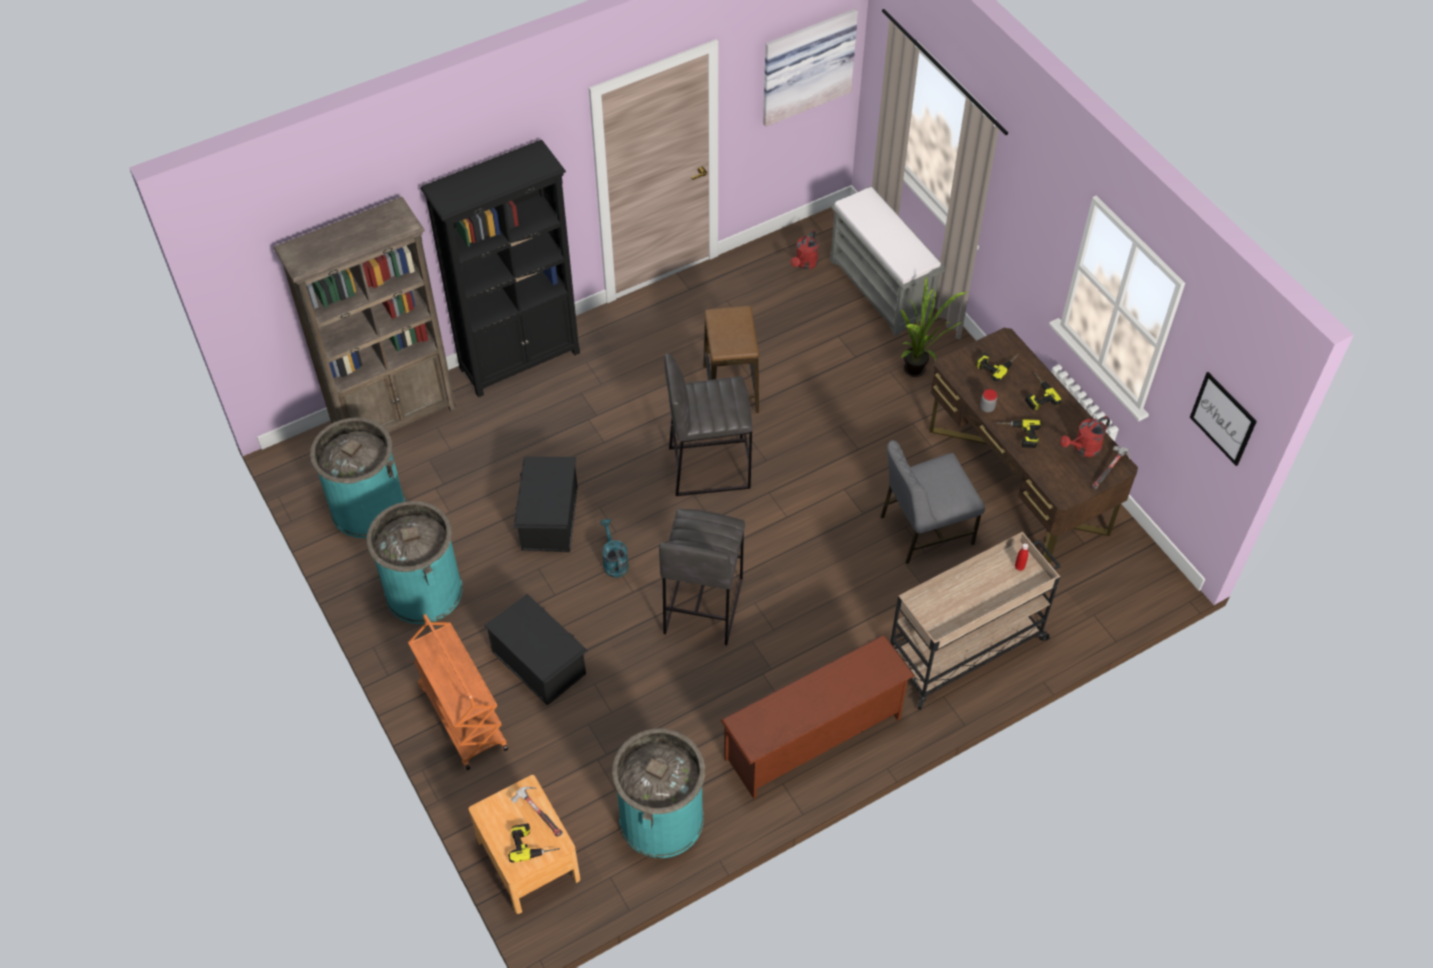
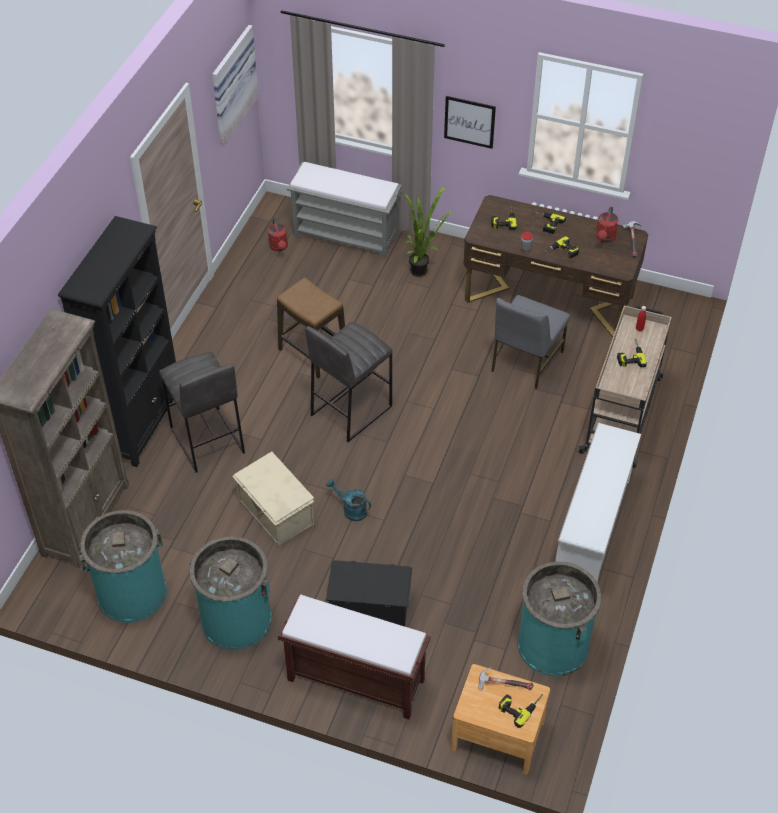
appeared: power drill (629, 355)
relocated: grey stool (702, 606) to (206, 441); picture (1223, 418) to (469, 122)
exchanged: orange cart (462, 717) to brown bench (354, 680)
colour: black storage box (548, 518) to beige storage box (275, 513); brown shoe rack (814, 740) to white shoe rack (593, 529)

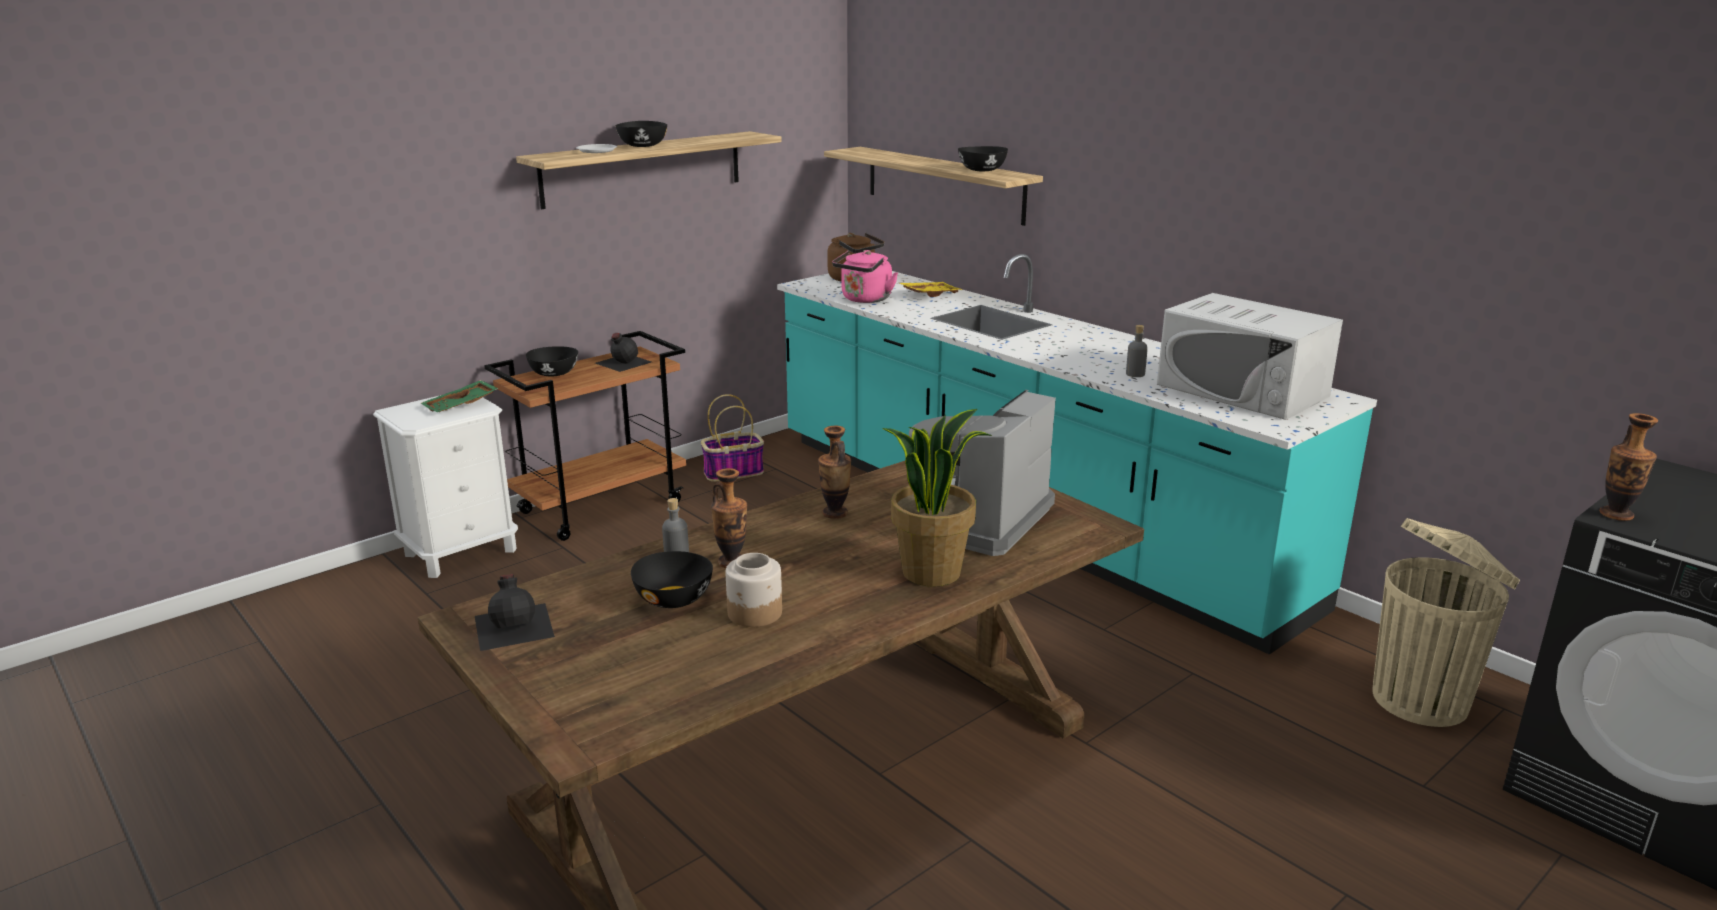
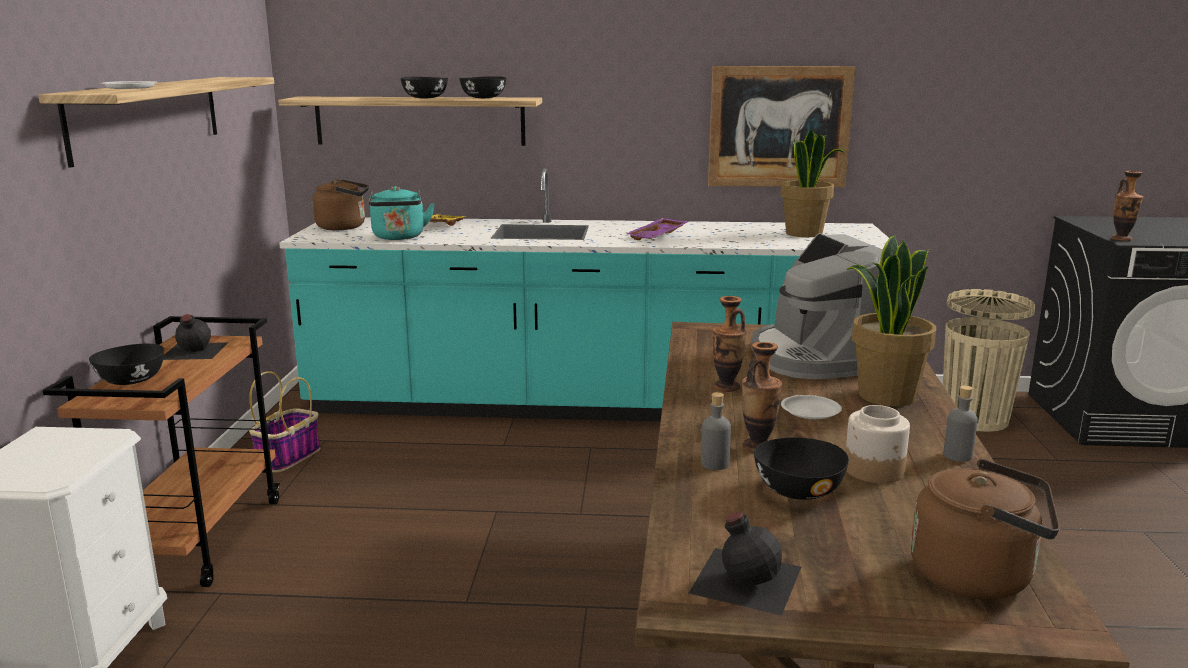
missing: green tray (461, 406)
appeared: purple tray (658, 237); picture (779, 127); white plate (810, 411); brown kettle (978, 577)
relocated: black bowl (642, 146) to (424, 98); grey bottle (1135, 374) to (957, 456)
exchanged: white microwave (1242, 390) to potted plant (804, 233)
colour: pink kettle (865, 300) to turquoise kettle (399, 237)

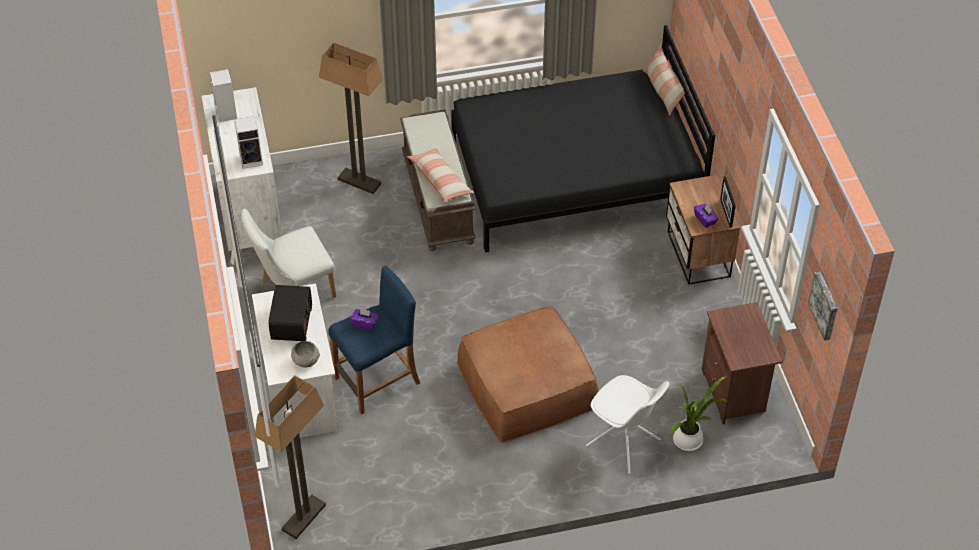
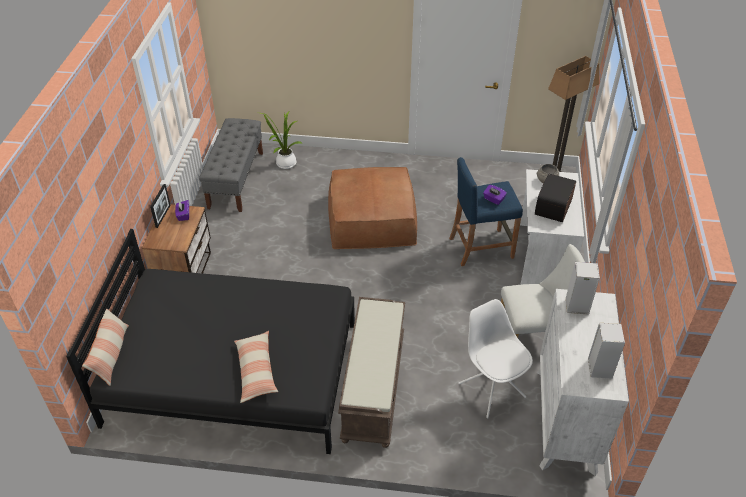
missing: floor lamp (359, 182); picture (825, 305)
relocated: pillow (440, 180) to (256, 371); white chair (624, 444) to (491, 389)
exchanged: brown nightstand (734, 392) to grey bench (236, 179)

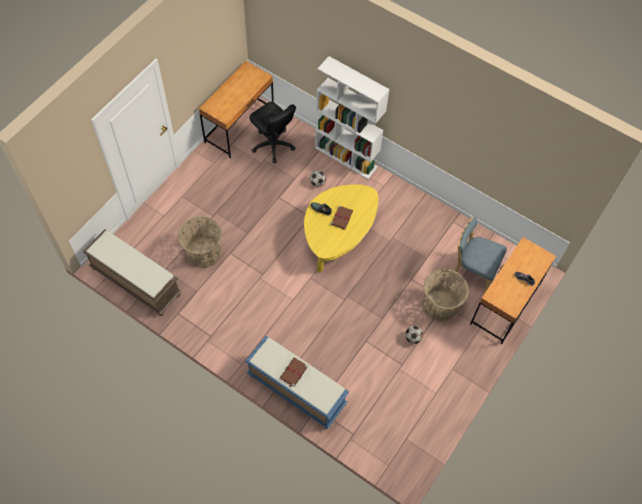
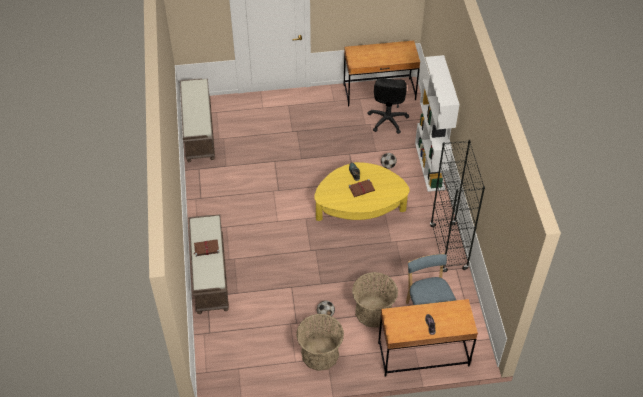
appeared: black bookcase (448, 247)
relocated: basket (203, 252) to (320, 354)
colour: blue bench (295, 390) to brown bench (209, 274)

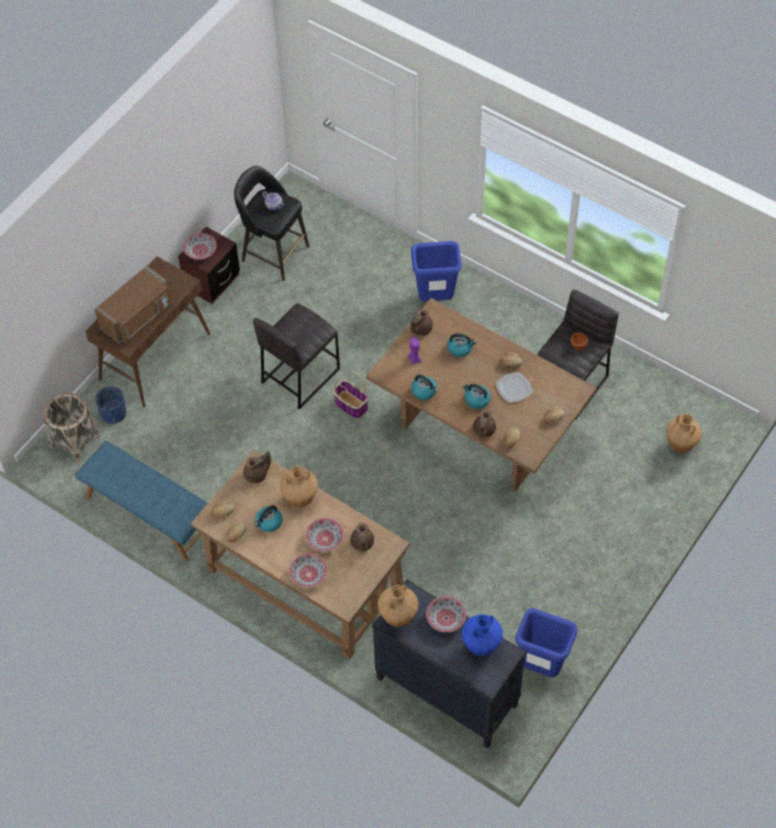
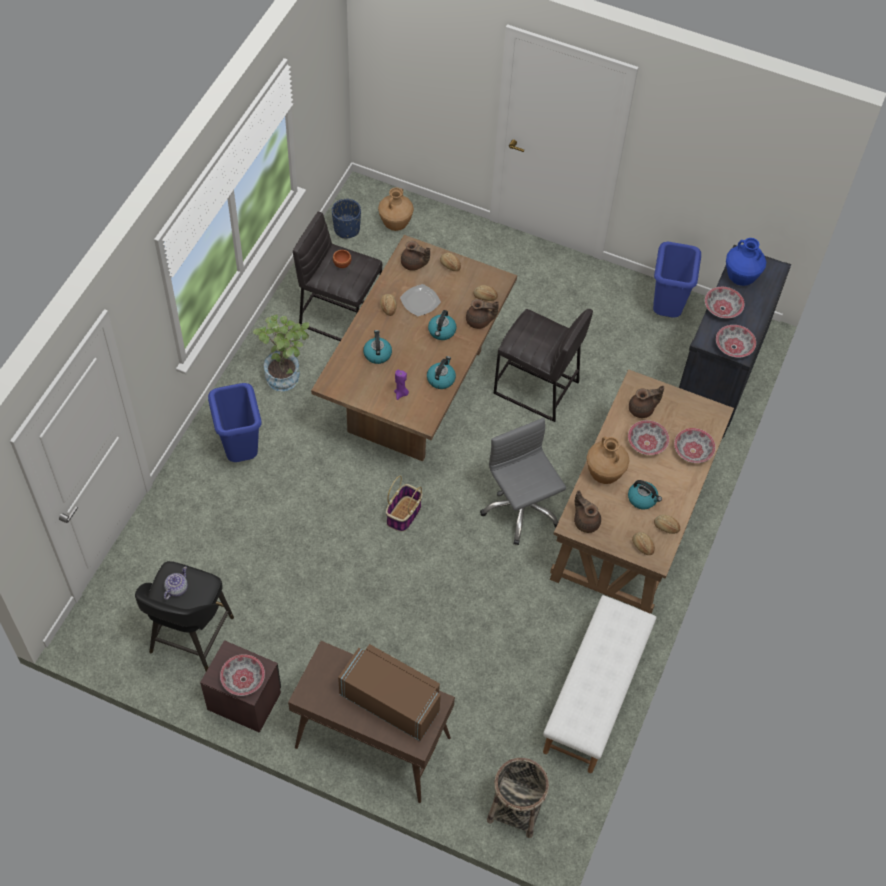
appeared: potted plant (286, 374); grey office chair (521, 509)
relocated: blue planter (114, 413) to (346, 229); brown teapot (420, 329) to (414, 264); grey stool (299, 376) to (536, 388)
exchanged: brown vase (398, 617) to bowl (734, 347)
colour: blue bench (148, 514) to white bench (595, 696)

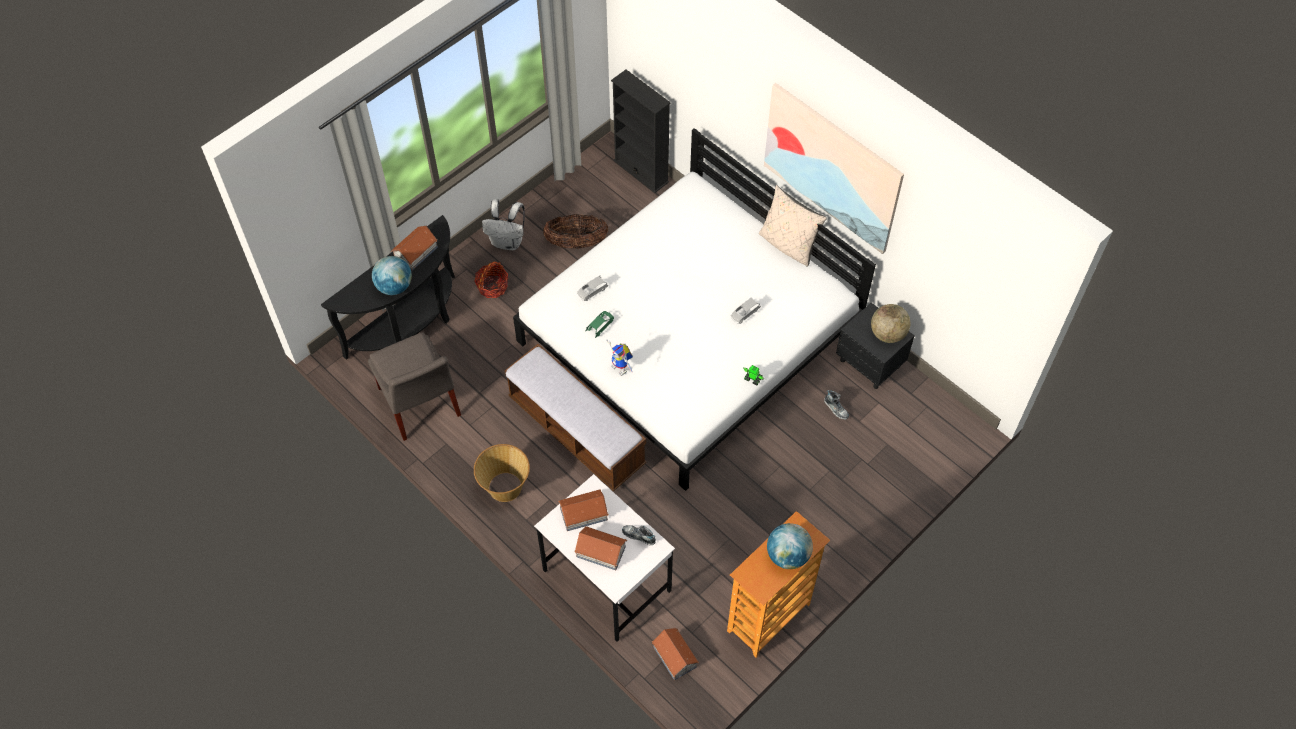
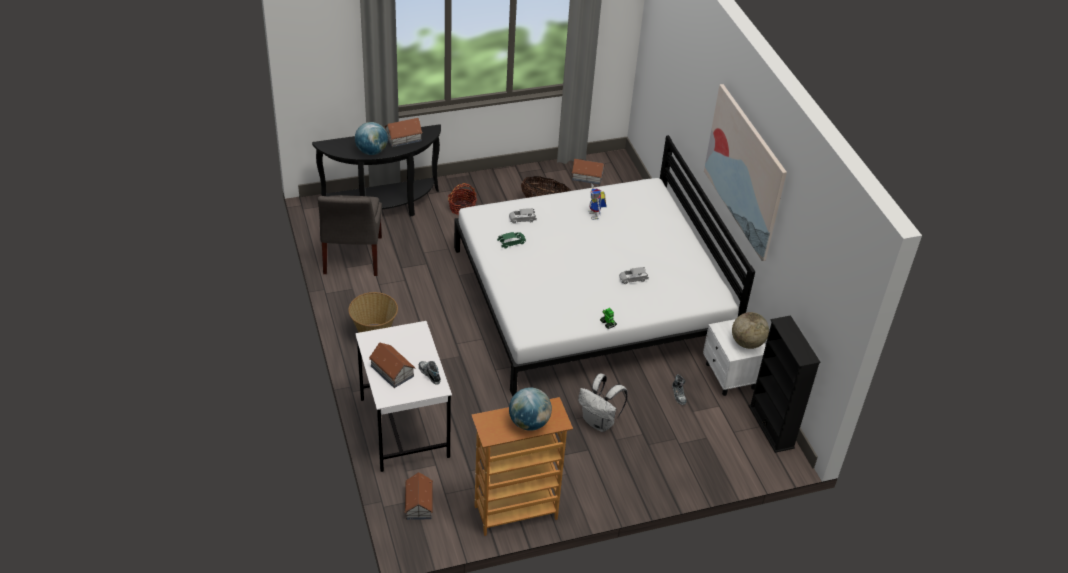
missing: bench (576, 432); beige pillow (788, 245)
relocated: toy house (583, 513) to (587, 176); white backpack (508, 242) to (599, 422); toy robot (622, 368) to (596, 215); black bookcase (641, 171) to (771, 427)
colour: black nightstand (870, 364) to white nightstand (730, 376)

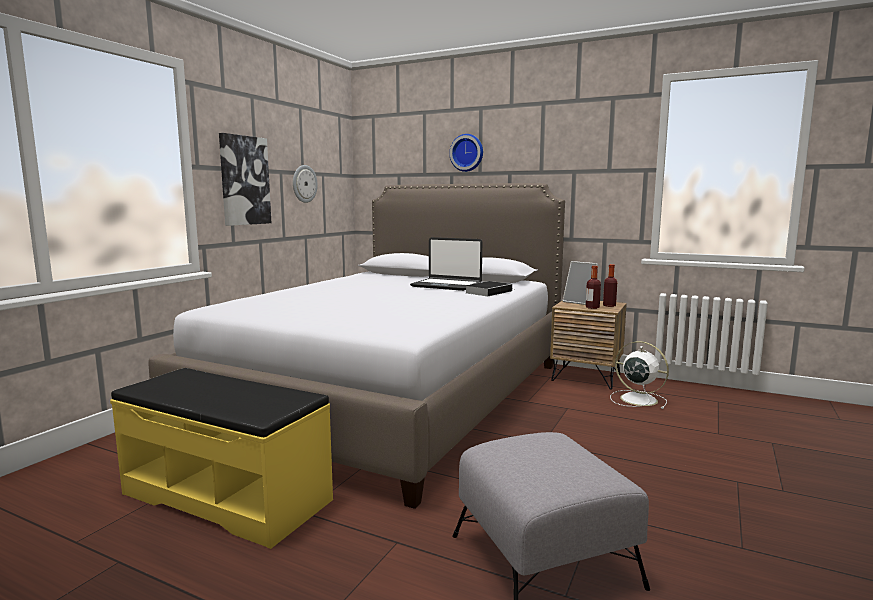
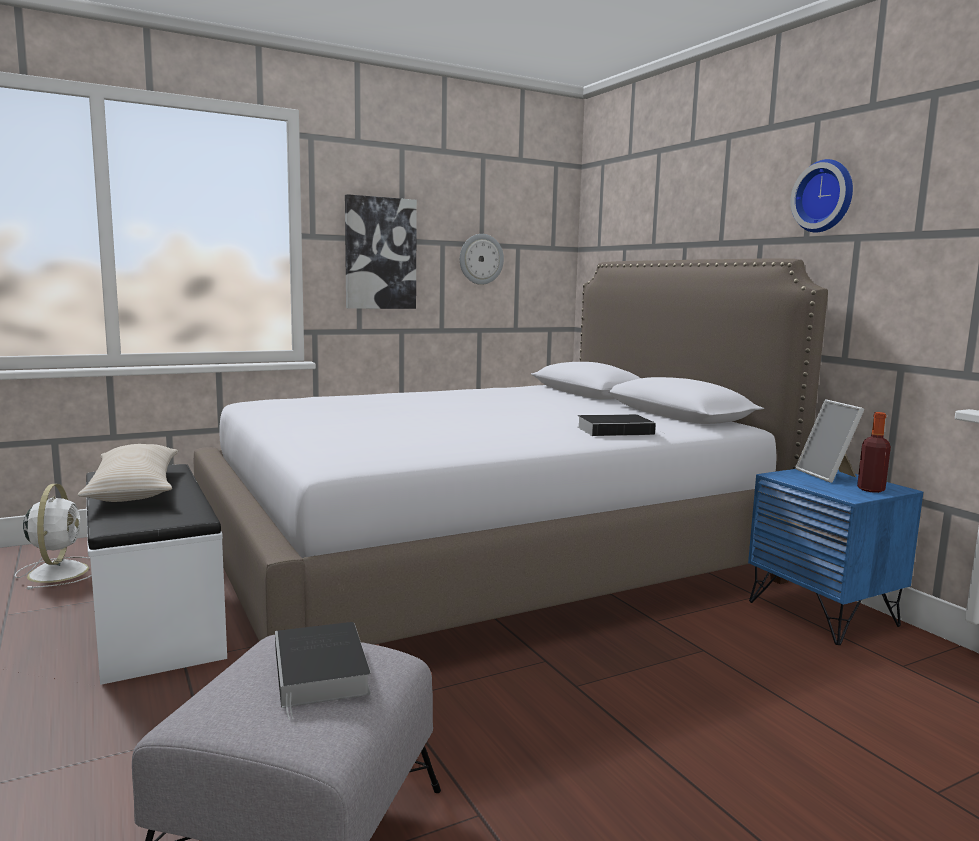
missing: laptop (446, 285); bottle (592, 307)
appeared: beige pillow (134, 489); book (322, 673)
relocated: white fan (637, 399) to (59, 571); wall clock (467, 153) to (825, 196)
colour: yellow bench (227, 496) to white bench (156, 617); brown nightstand (586, 377) to blue nightstand (823, 613)

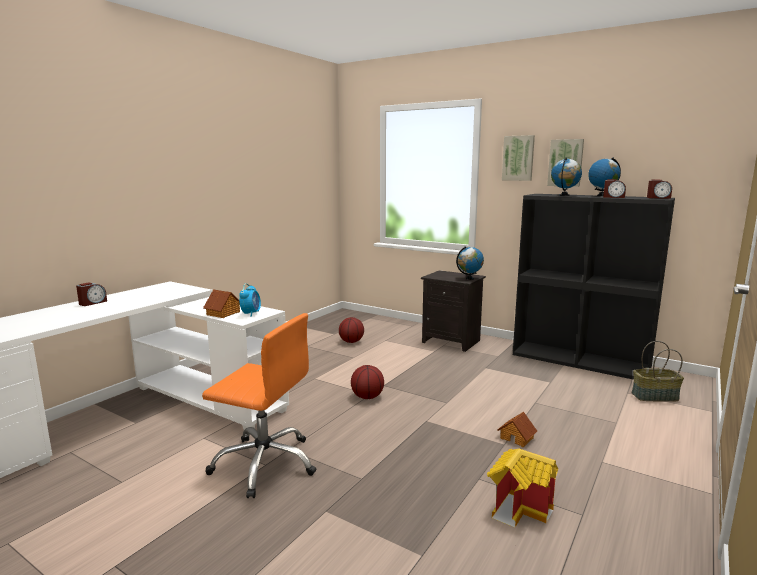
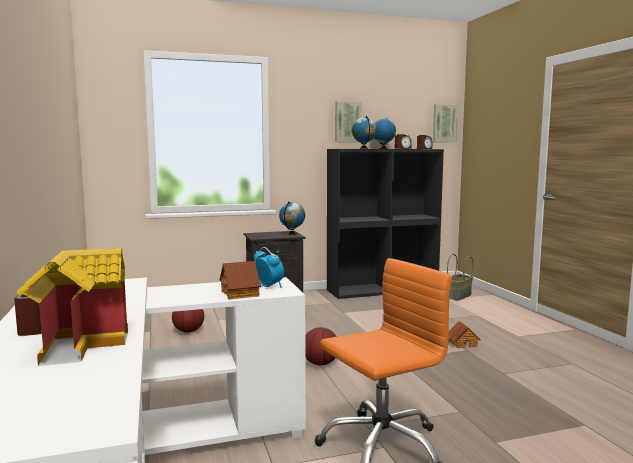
relocated: toy house (521, 508) to (81, 344); picture (518, 158) to (444, 123)

